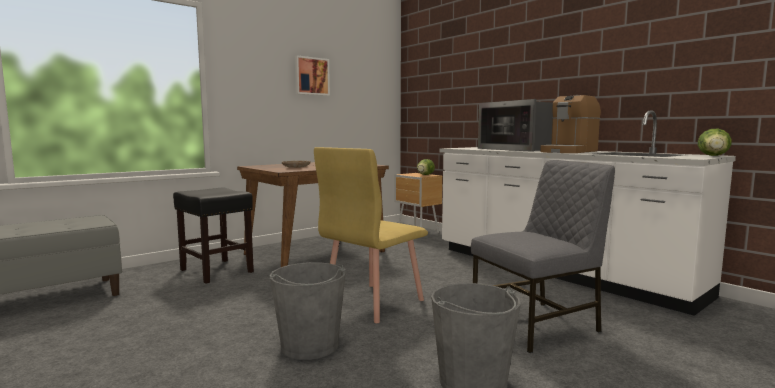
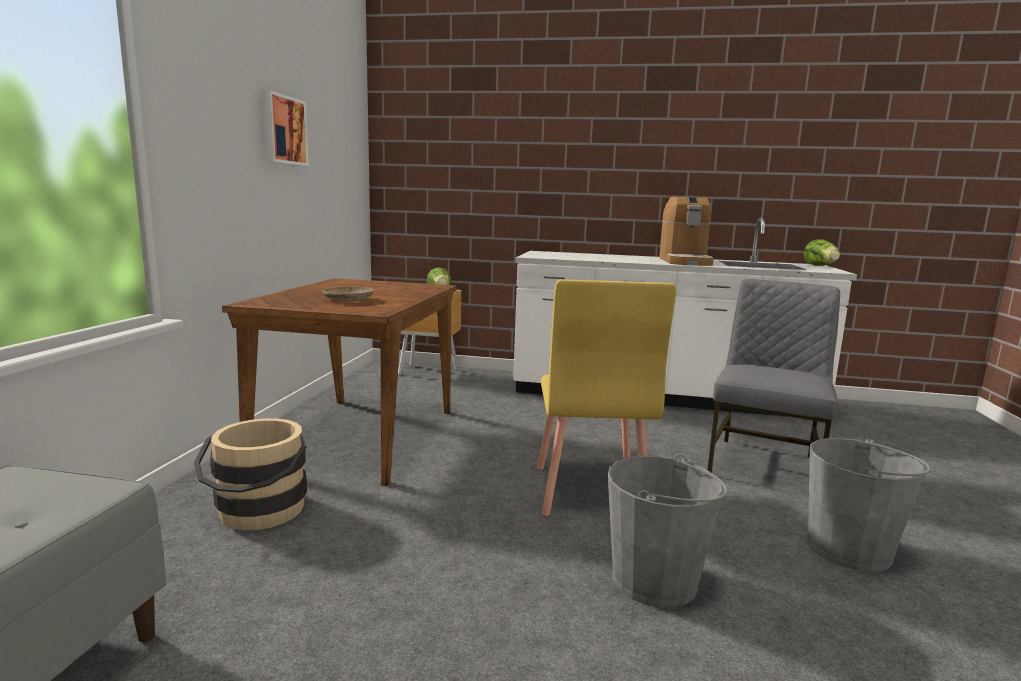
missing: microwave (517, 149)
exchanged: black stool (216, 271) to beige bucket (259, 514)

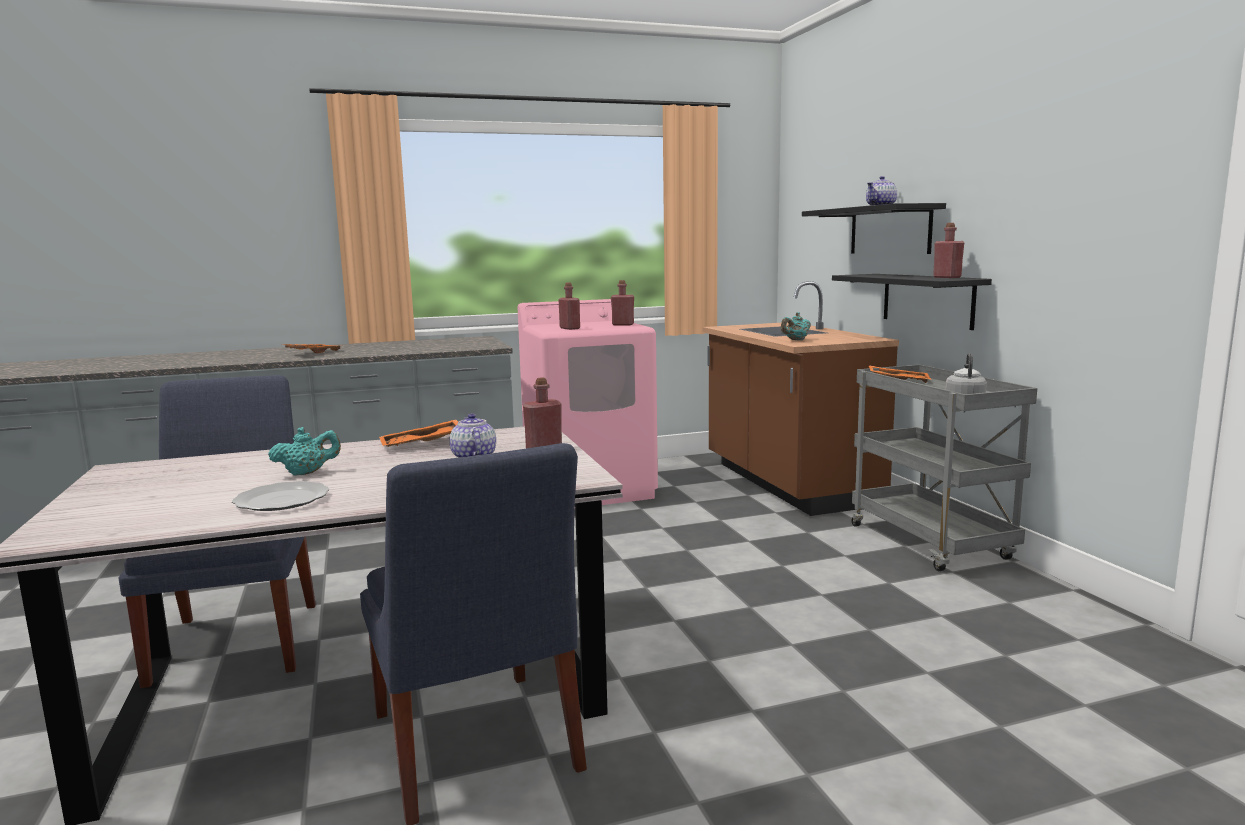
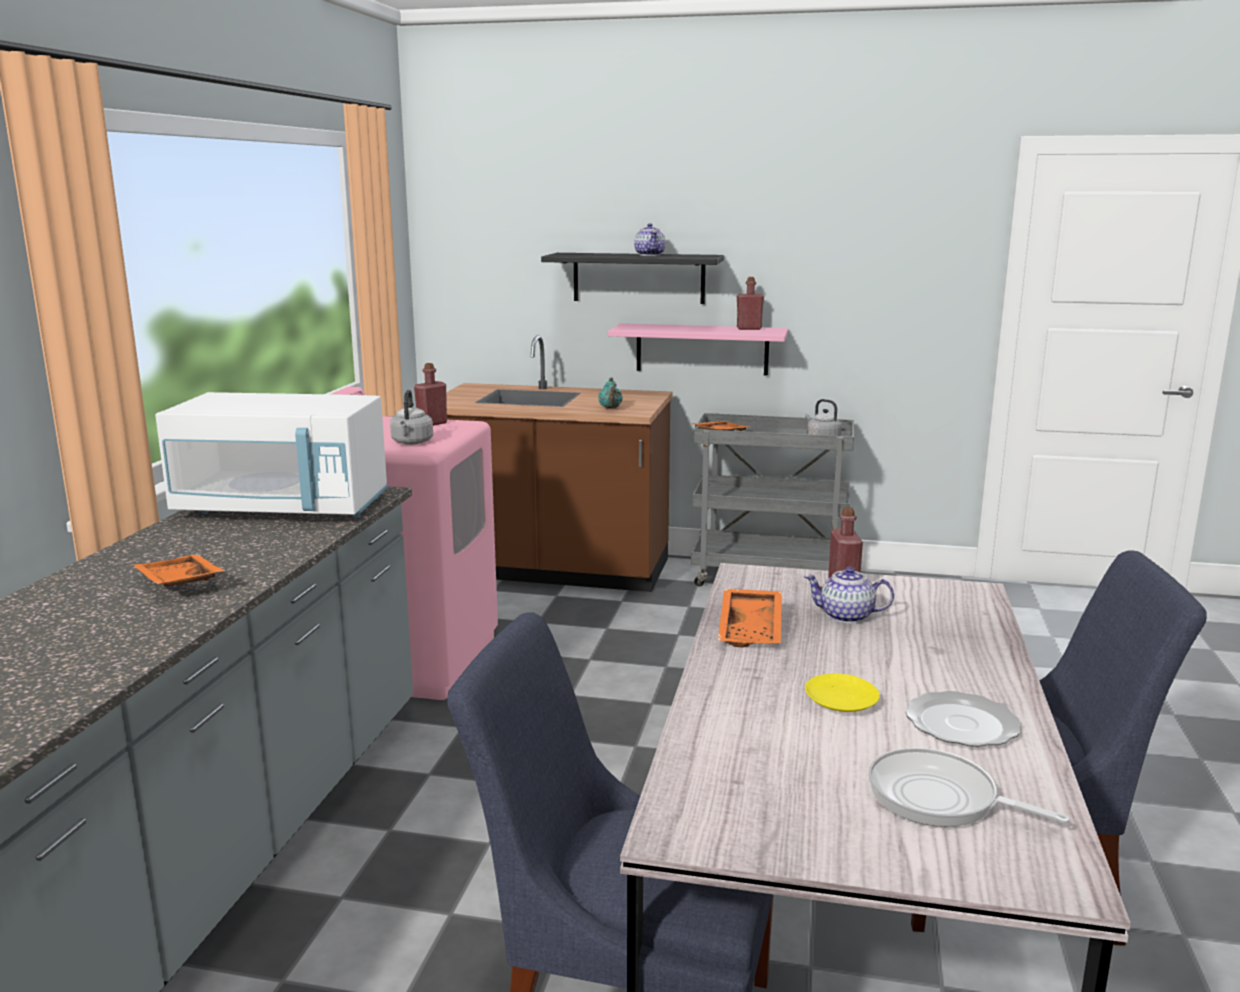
appeared: white microwave (283, 508); frying pan (939, 799)
exchanged: red bottle (569, 328) to grey kettle (412, 443); turquoise teapot (307, 473) to yellow plate (841, 701)
colour: black shelf (927, 300) to pink shelf (702, 349)

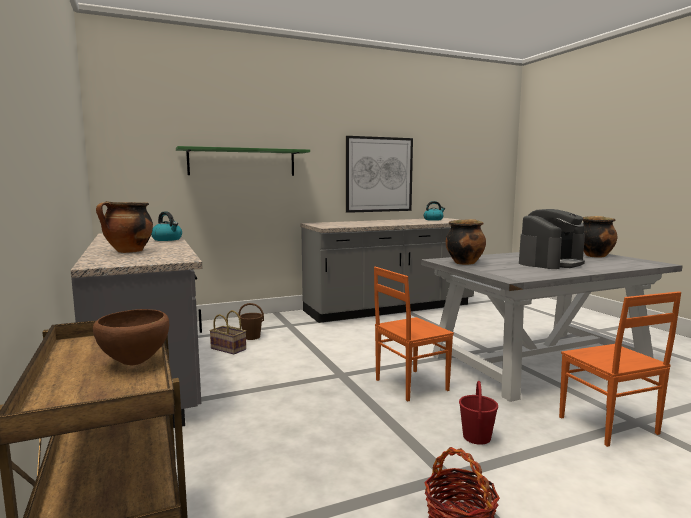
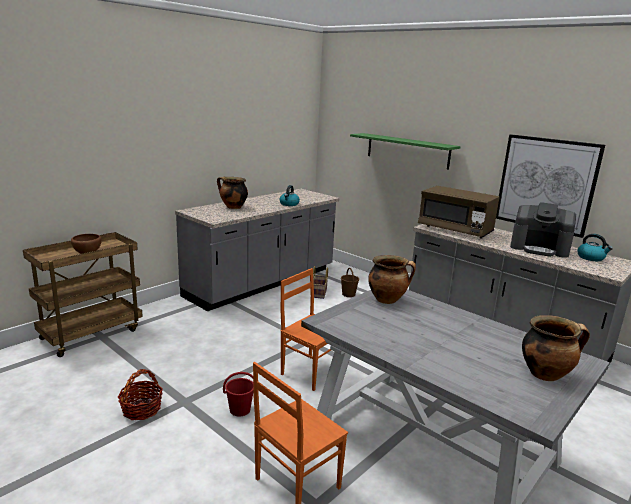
appeared: brown microwave (455, 230)
relocated: coffee machine (551, 263) to (539, 248)

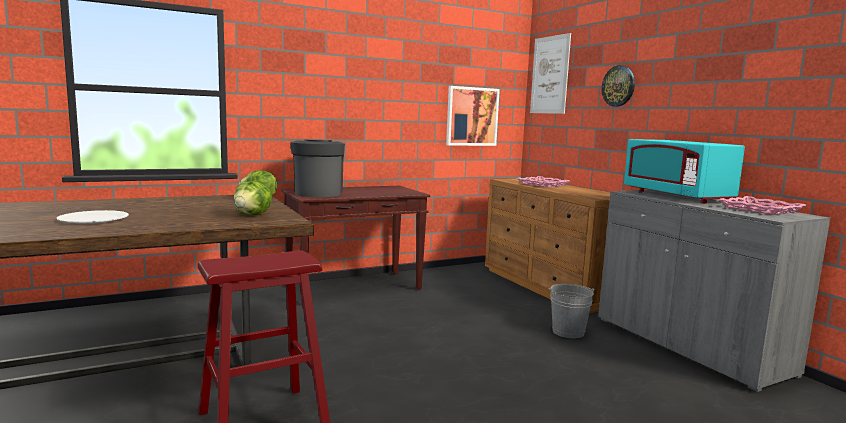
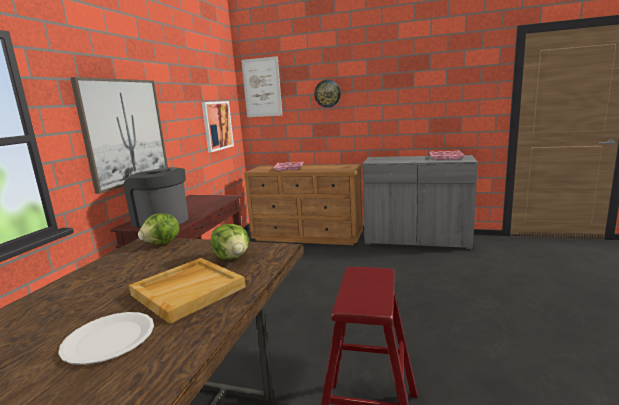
missing: grey bucket (568, 332); turquoise microwave (677, 196)
appeared: picture (125, 132); beige tray (188, 290)

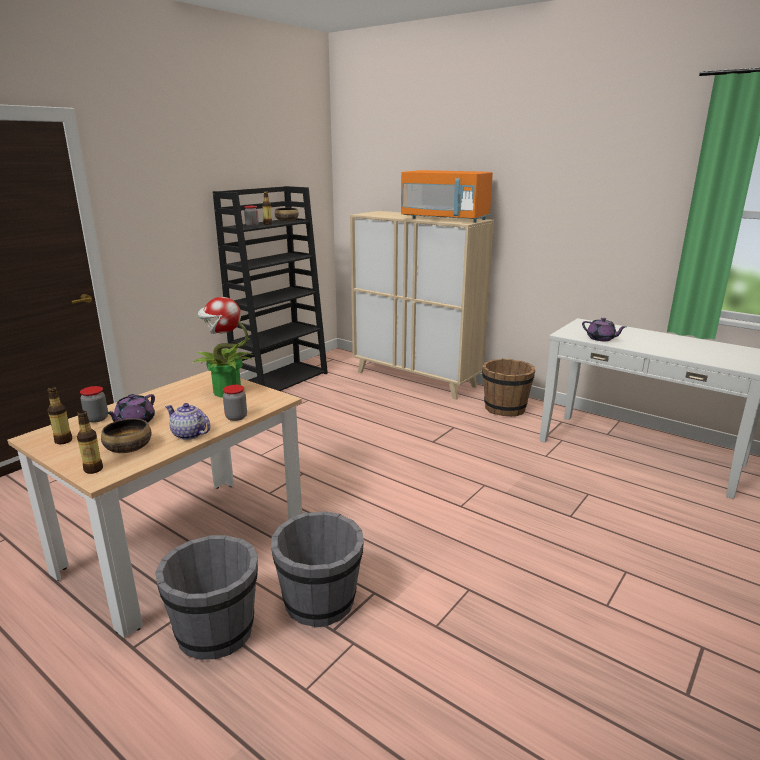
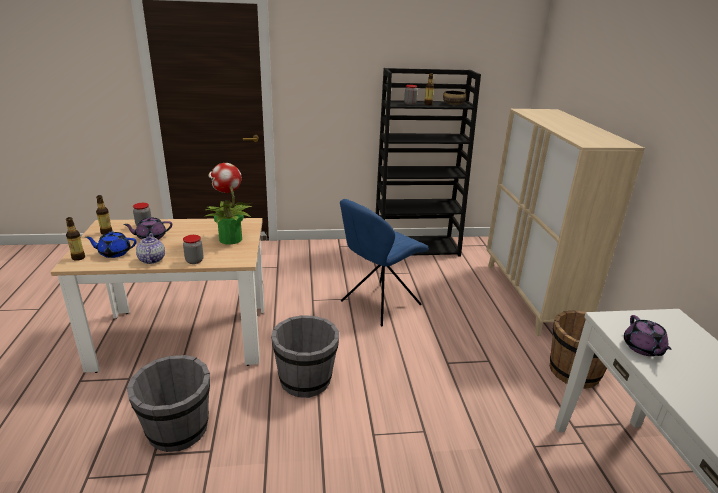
missing: orange microwave (445, 219)
appeared: blue chair (378, 304)
relocated: grey bucket (216, 631) to (306, 380)
exchanged: bowl (128, 448) to blue teapot (114, 253)

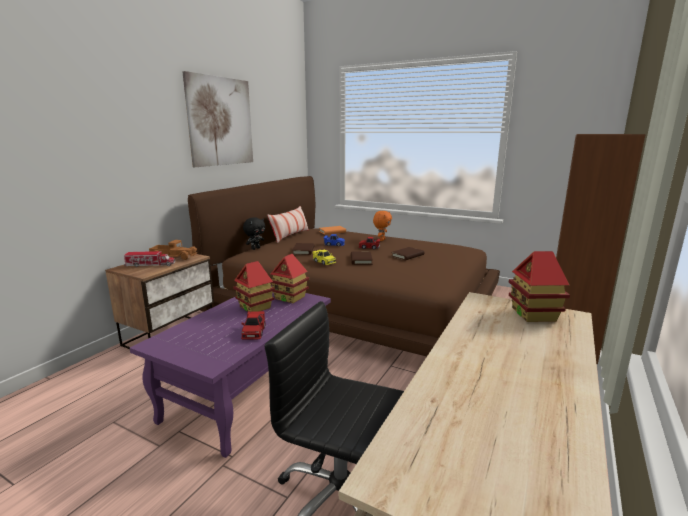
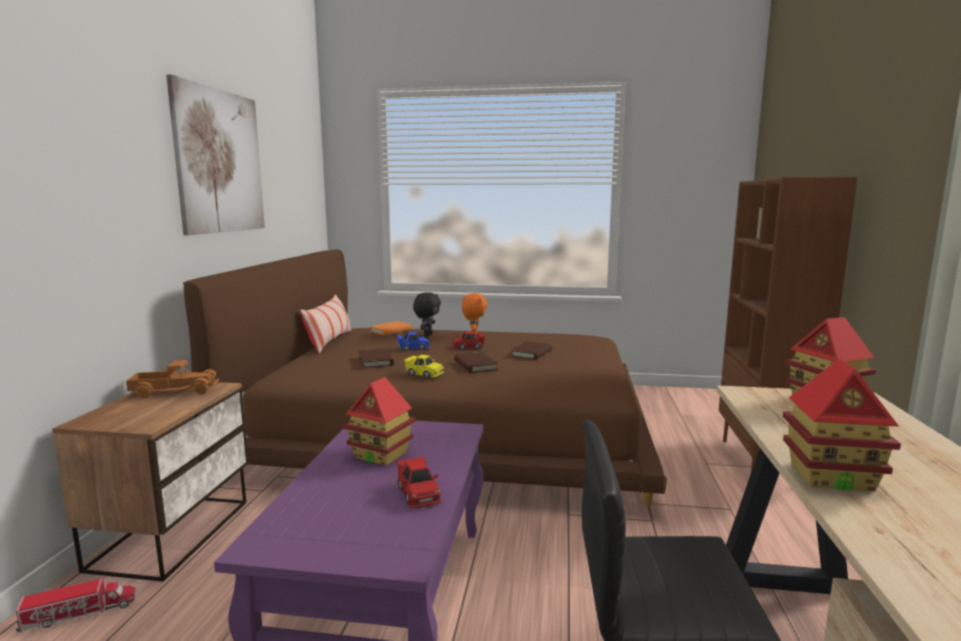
relocated: toy truck (150, 265) to (79, 613); black plush toy (255, 248) to (427, 334); toy house (290, 298) to (831, 476)

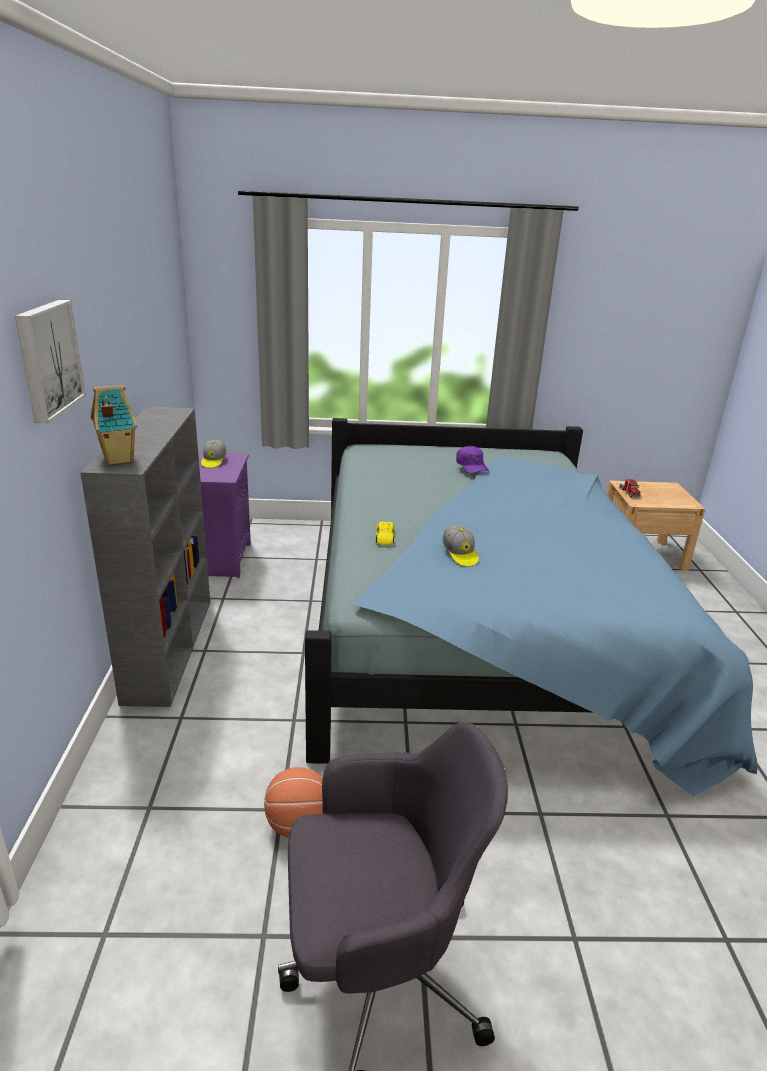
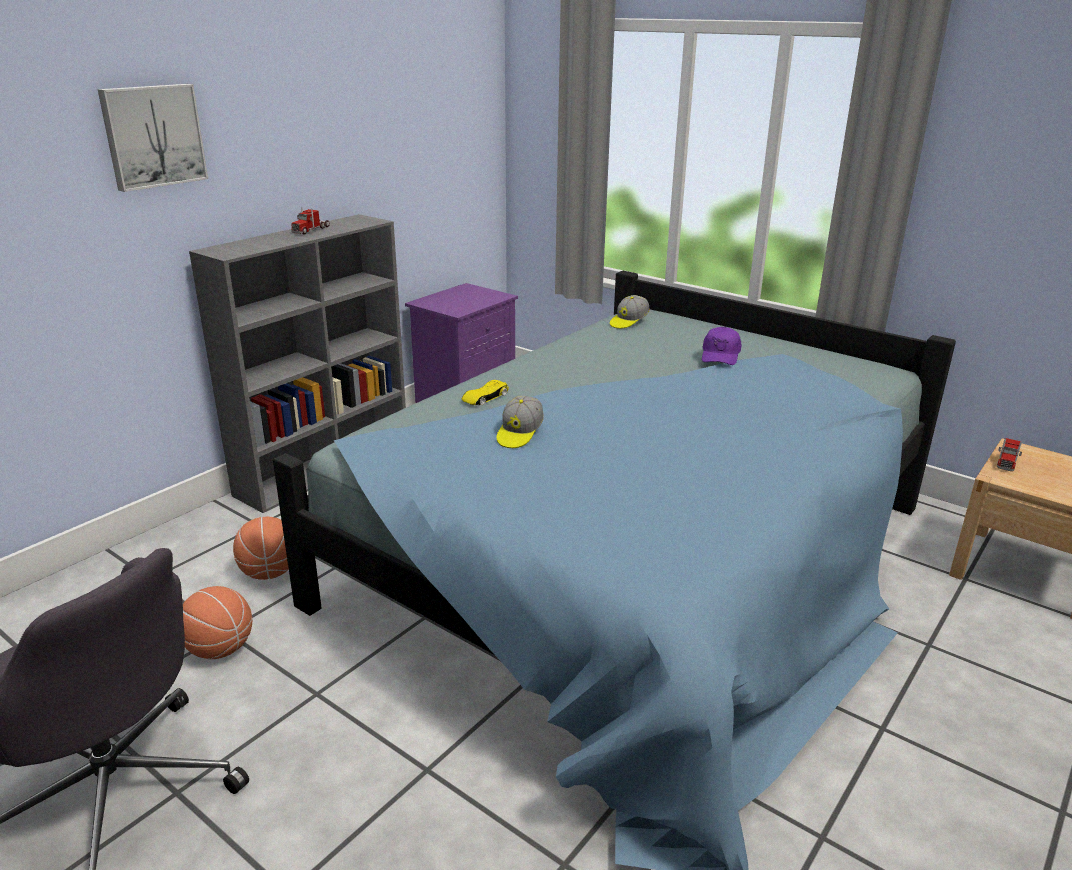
missing: toy house (117, 459)
appeared: basketball (269, 572); toy truck (311, 230)
relocated: cap (214, 461) to (628, 322)

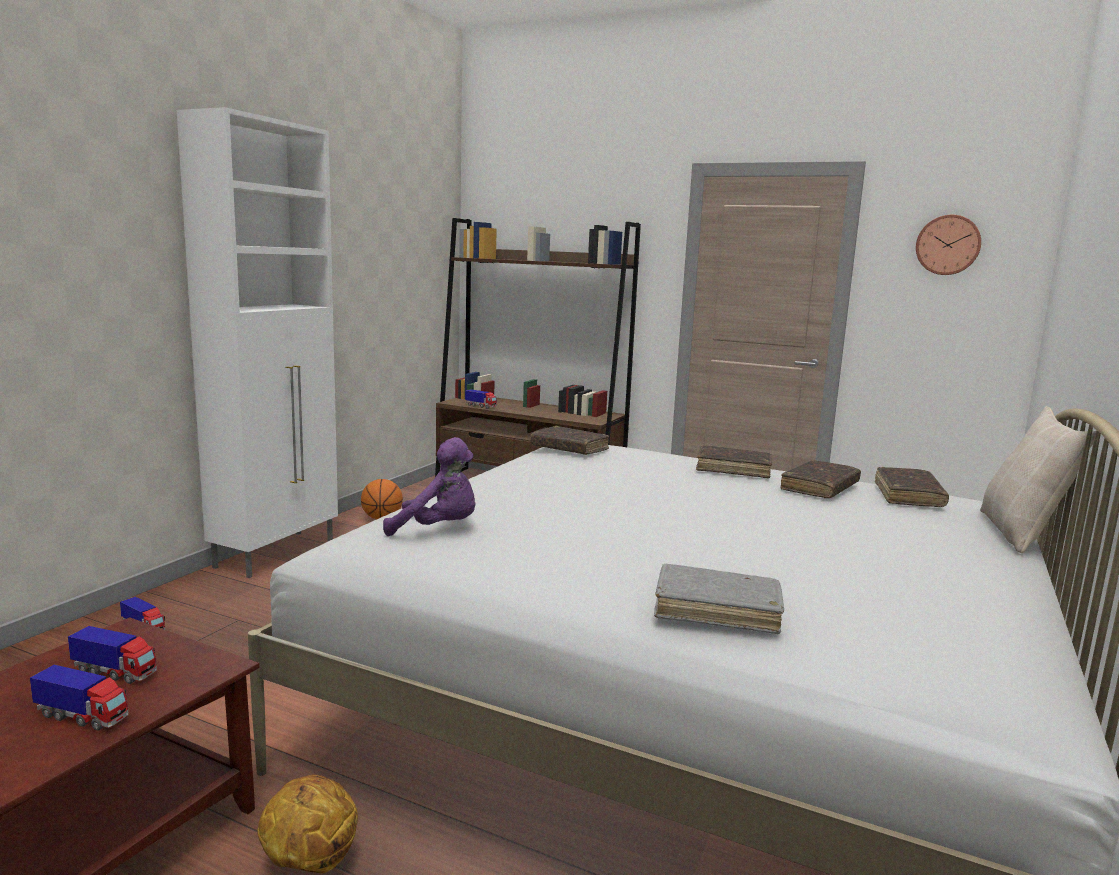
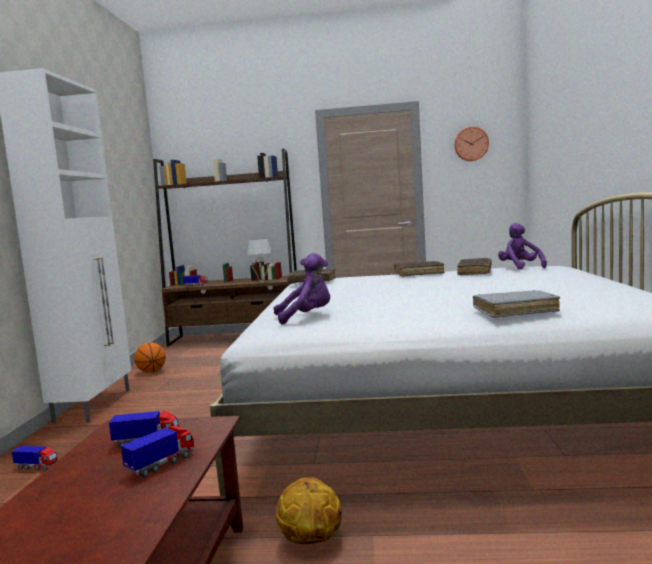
missing: beige pillow (1022, 534)
appeared: white table lamp (261, 281)
exchanged: brown book (908, 496) to purple plush toy (520, 267)
spun: toy truck (83, 717) = (162, 464) 45 degrees counterclockwise

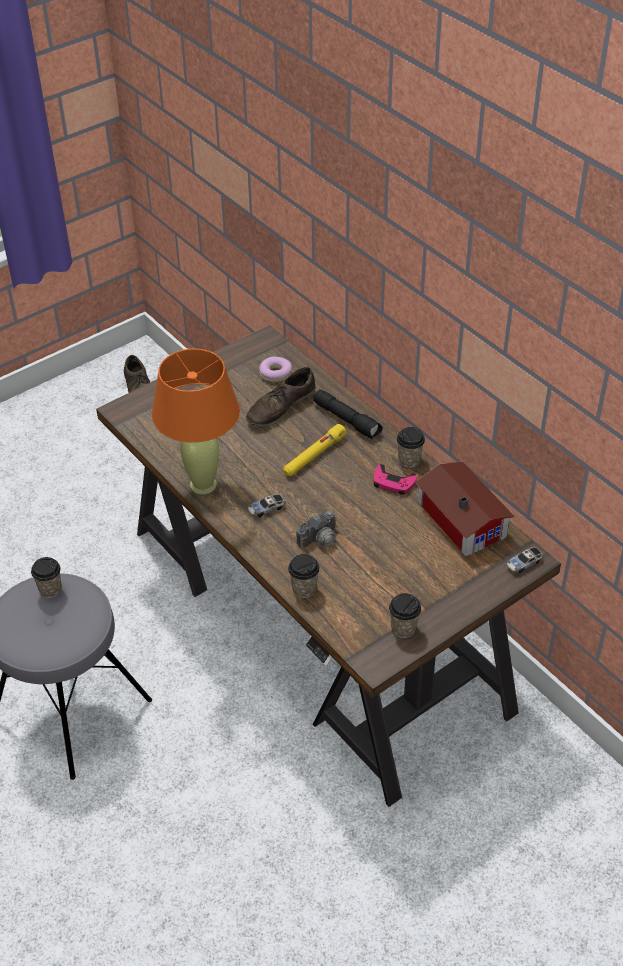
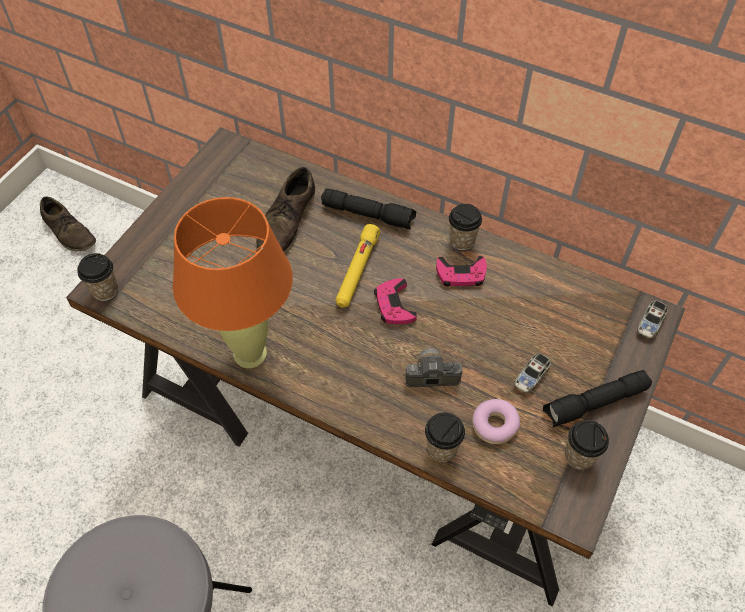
missing: toy house (462, 517)
appeared: pink game controller (394, 305); black flashlight (595, 404)
relocated: cup (50, 589) to (105, 290); donut (275, 373) to (495, 425); toy car (266, 509) to (531, 376)
spun: photo camera (324, 538) = (426, 372) 120 degrees counterclockwise

